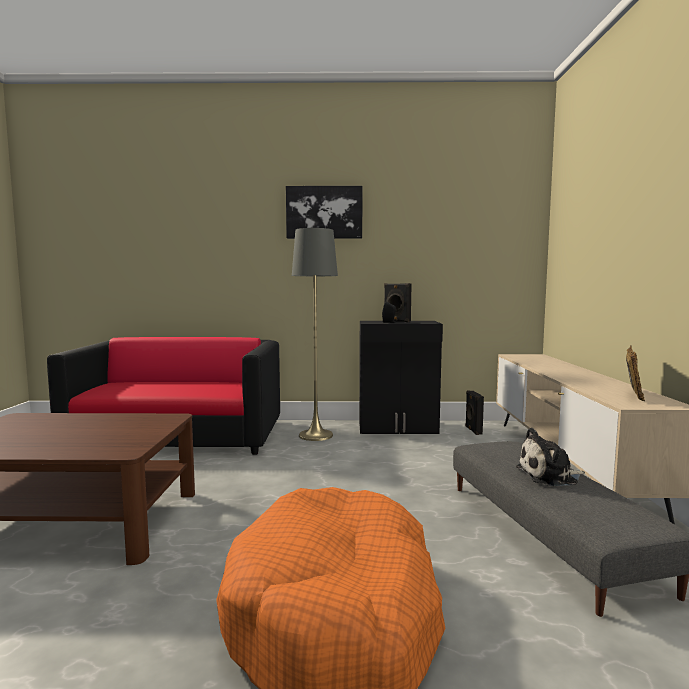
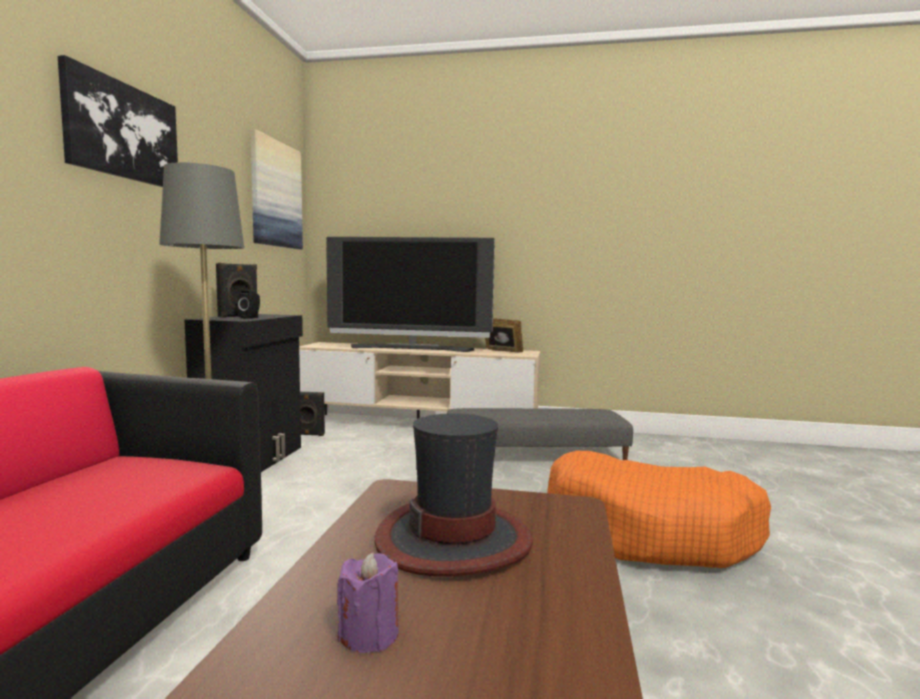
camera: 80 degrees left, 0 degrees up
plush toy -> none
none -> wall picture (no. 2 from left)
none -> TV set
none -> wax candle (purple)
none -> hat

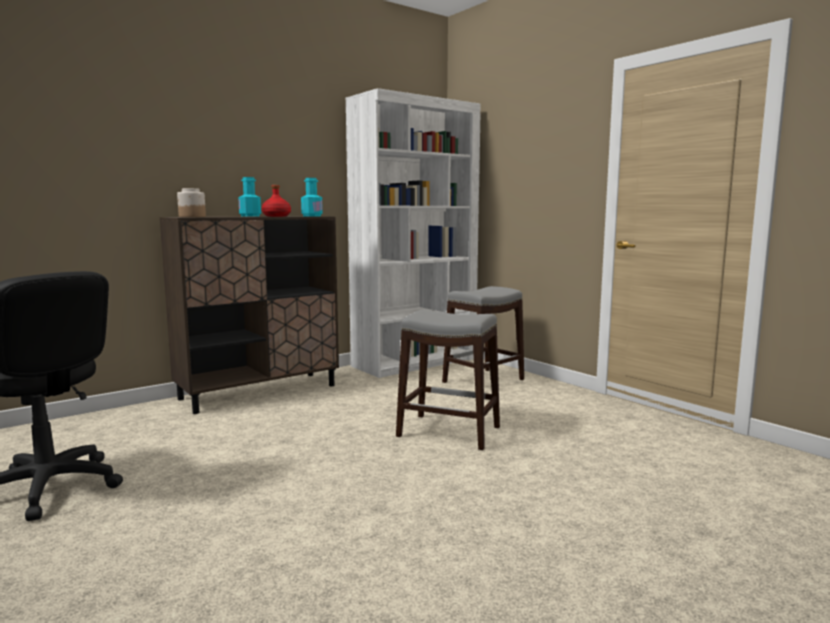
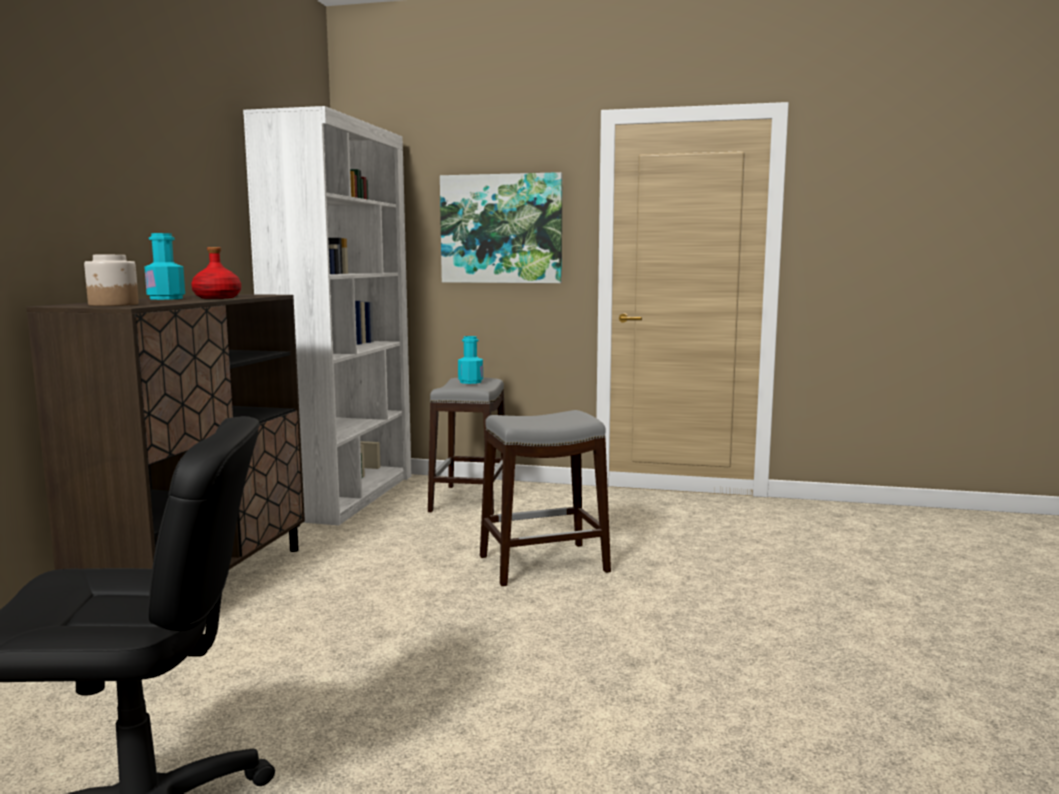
camera: 40 degrees left, 0 degrees up
none -> wall picture
drink bottle (blue-green) (no. 2 from left), shifted

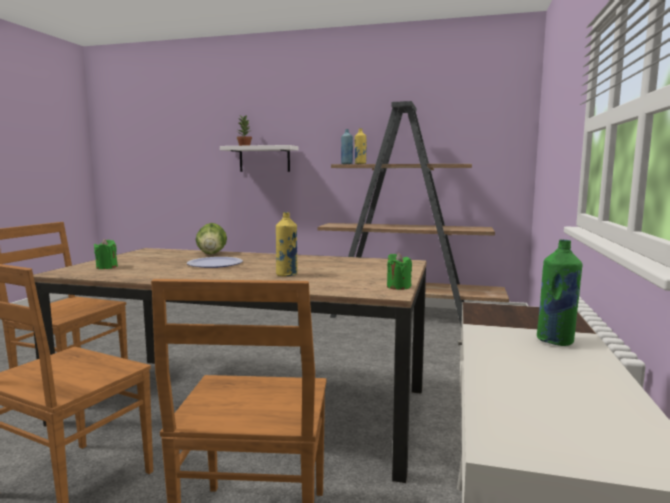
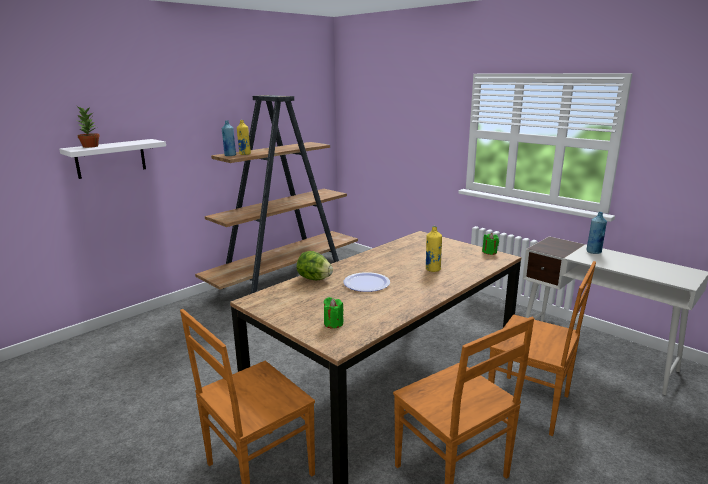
camera: 60 degrees left, 10 degrees up
drink bottle (greenish) -> drink bottle (blue-coloured) (no. 2 from left)

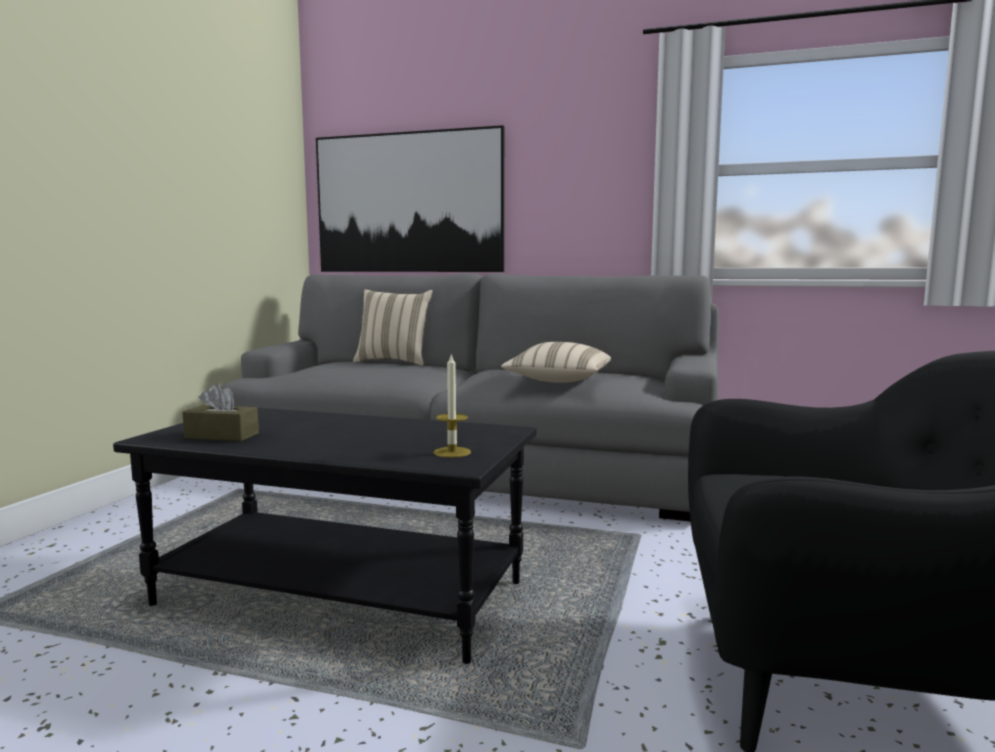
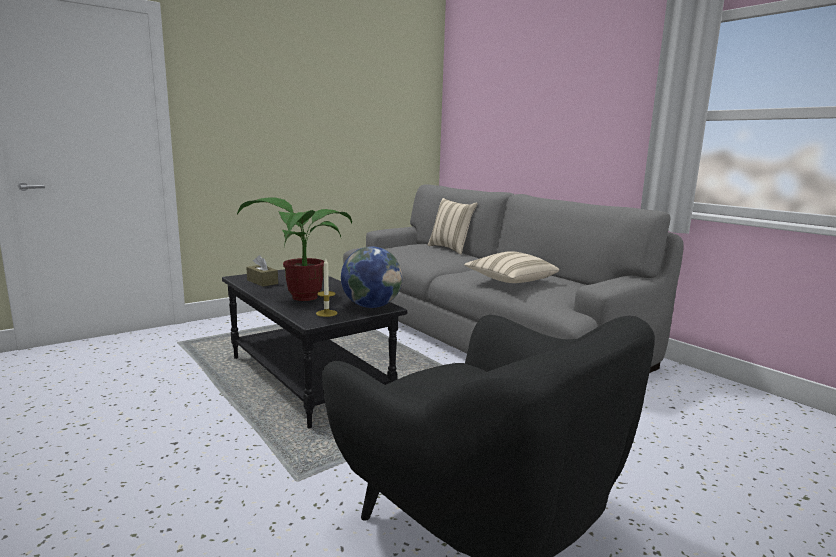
camera: 35 degrees right, 5 degrees up
wall picture -> none
none -> potted plant
none -> globe

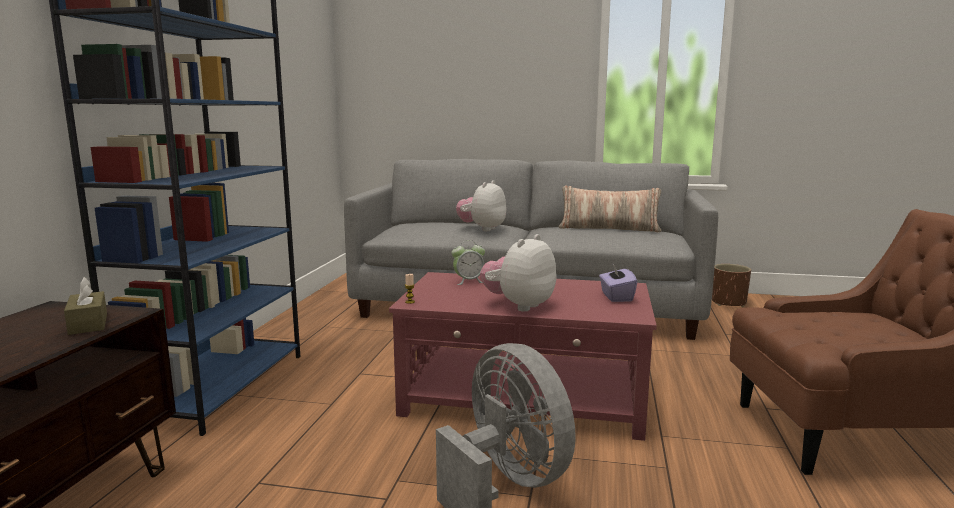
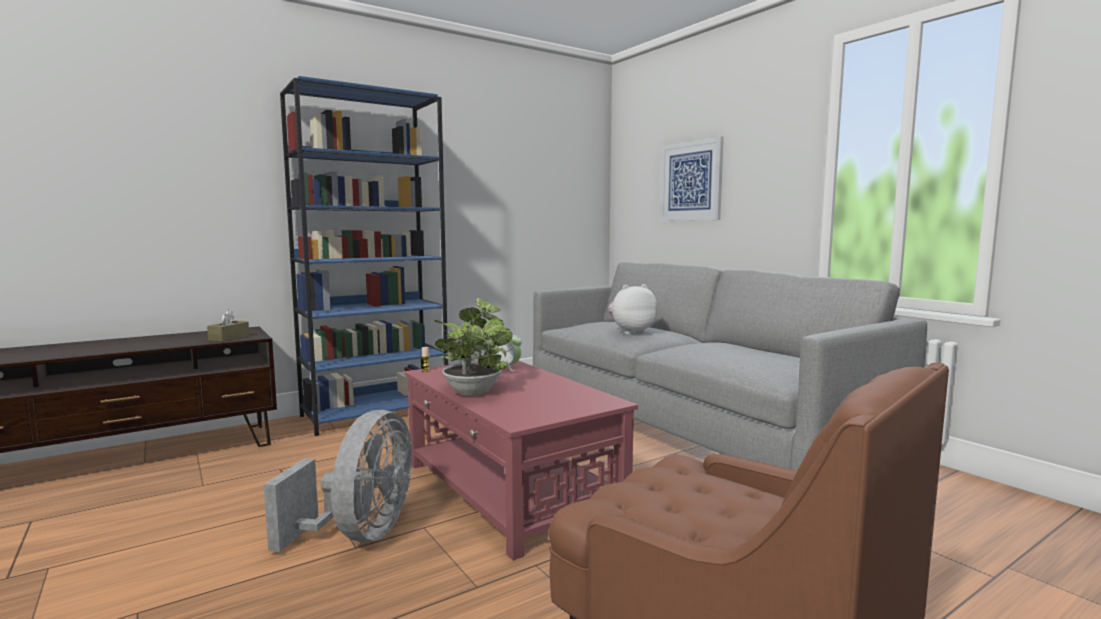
camera: 45 degrees right, 5 degrees down
cushion -> none
tissue holder (purple) -> none
plant pot (brown-coloured) -> none
none -> wall picture
plush toy (no. 2 from left) -> potted plant

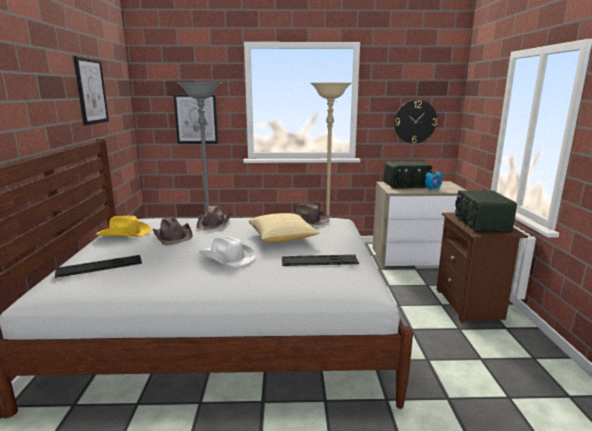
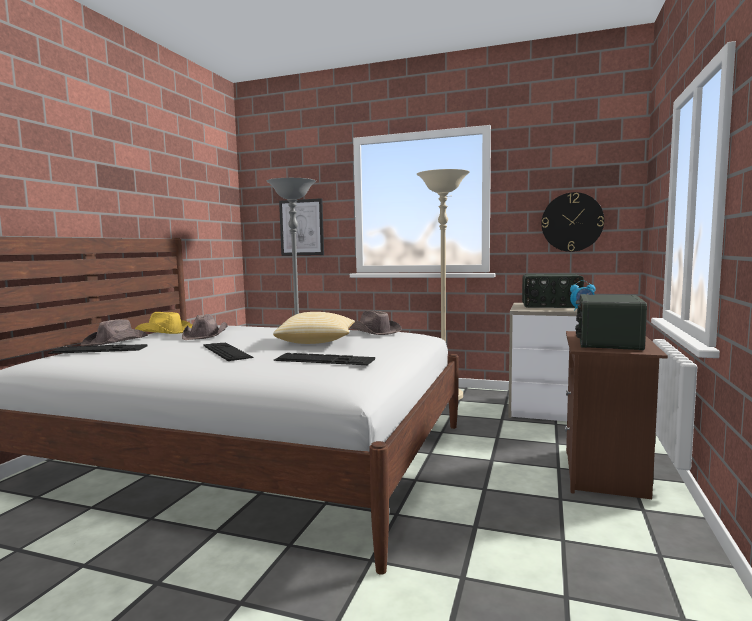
camera: 20 degrees right, 10 degrees down
wall picture (no. 1 from left) -> none
hat (brown-coloured) (no. 2 from left in the first image) -> hat (brown-coloured) (no. 1 from left), shifted
hat (white) -> PC keyboard (no. 2 from left)

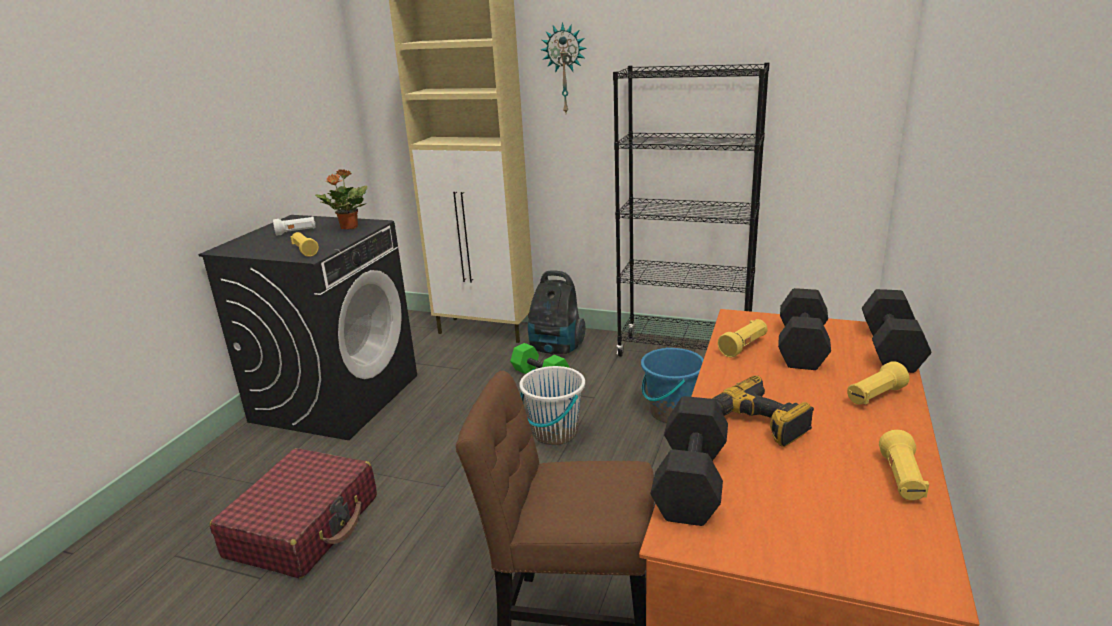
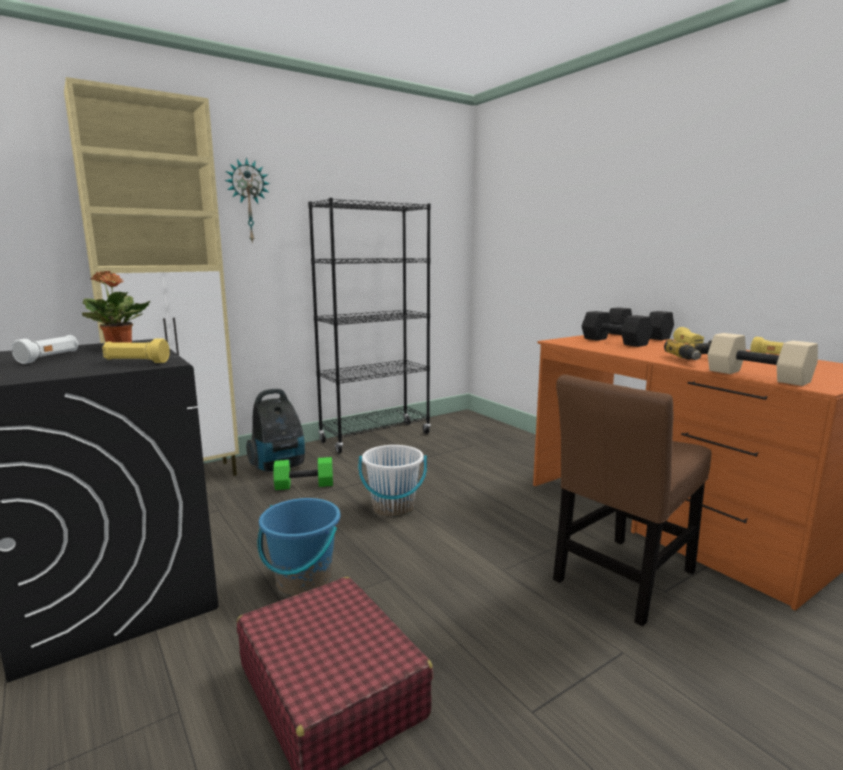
camera: 55 degrees left, 10 degrees down
hand torch (yellow-coloured) (no. 2 from left) -> none
bucket (blue-coloured), shifted
hand weight (black-coloured) (no. 1 from left) -> hand weight (beige-coloured)

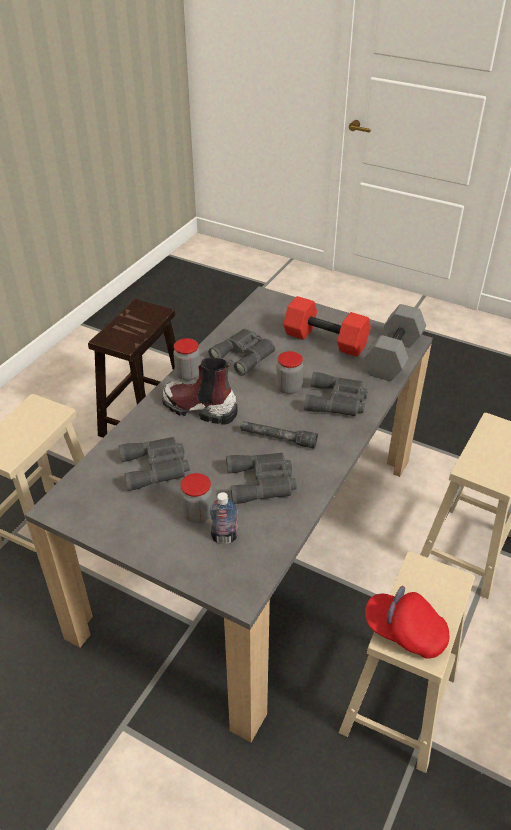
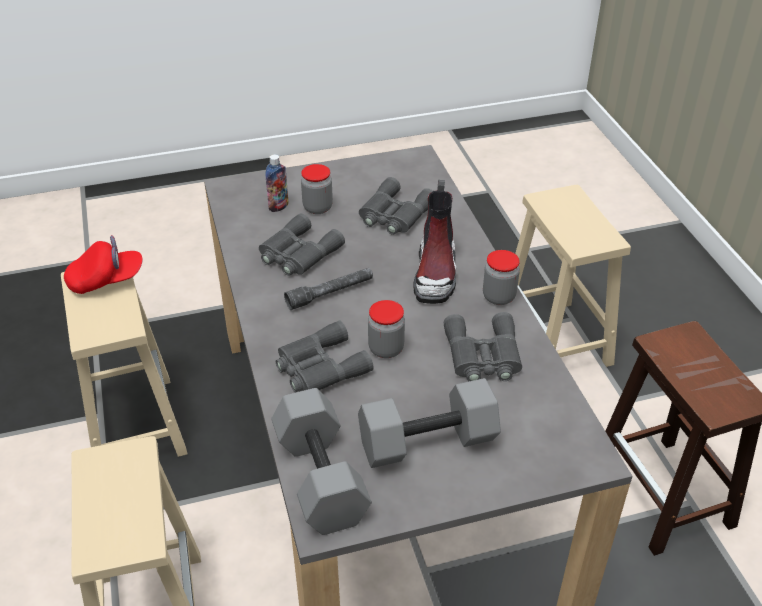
camera: 135 degrees right, 0 degrees up
hand weight (red-coloured) -> hand weight (gray) (no. 2 from left)
high-top boot, 120 degrees clockwise

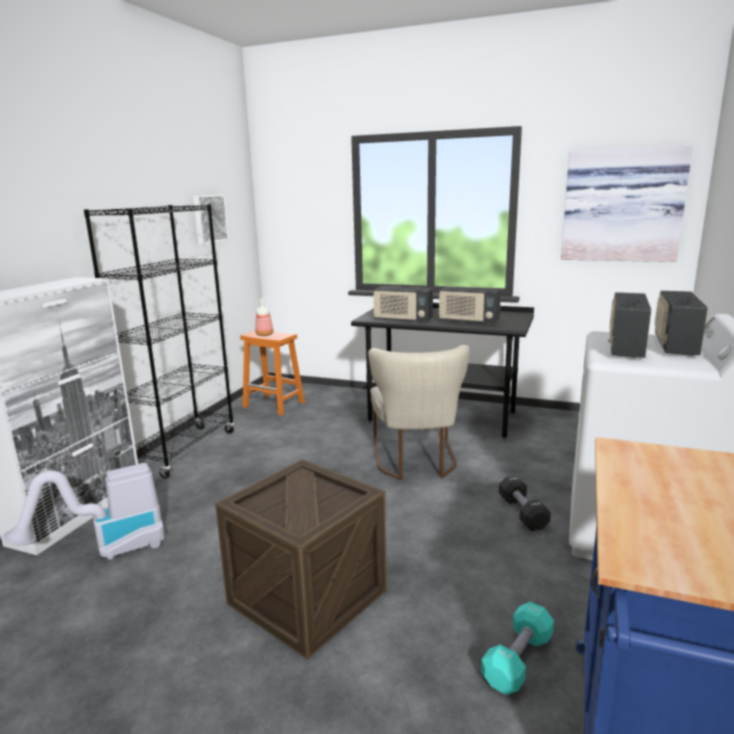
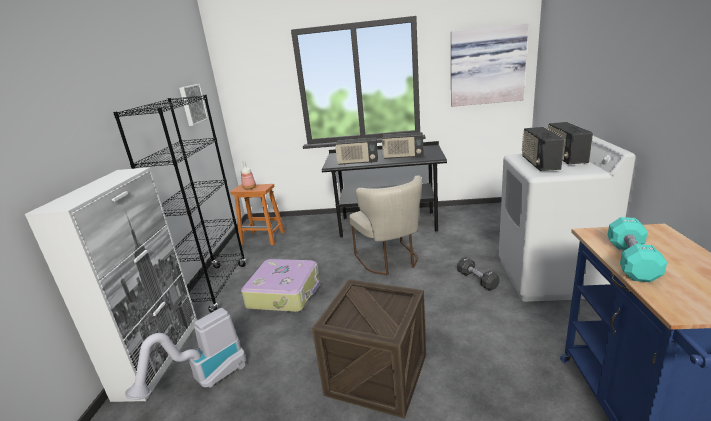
camera: 15 degrees left, 5 degrees up
none -> travel case
hand weight (blue-green), shifted

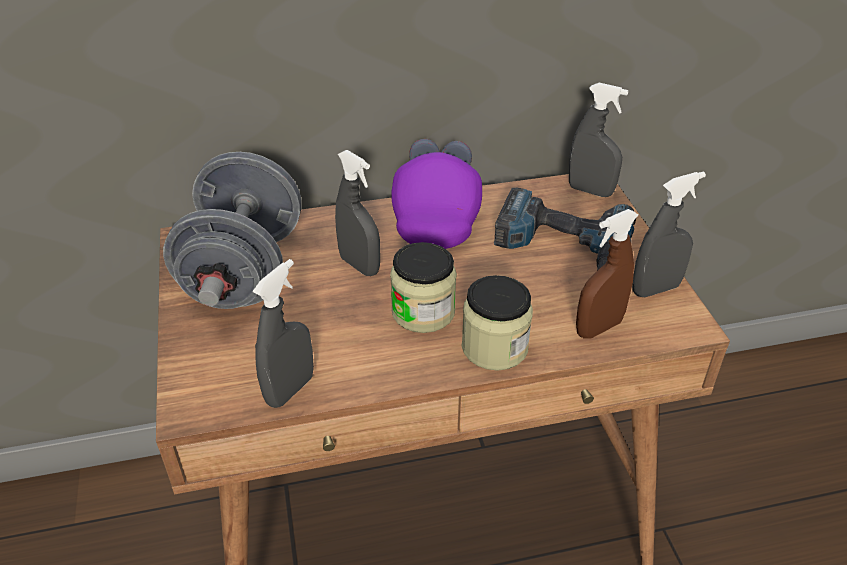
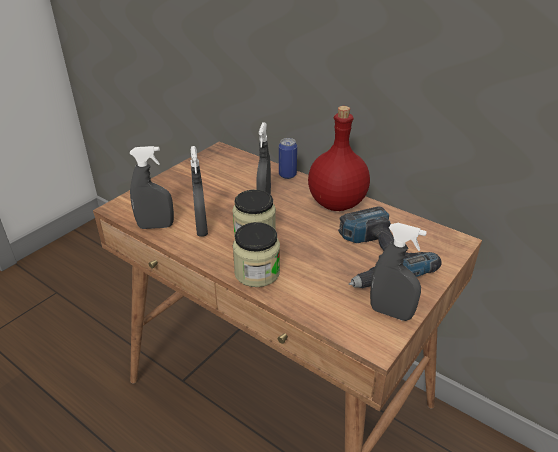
camera: 50 degrees right, 5 degrees down
hand weight (gray) -> none
hand sprayer (brown-coloured) -> none
none -> metal can
hand sprayer (gray) (no. 3 from left in the first image) -> hand sprayer (gray) (no. 2 from left), shifted
cap (purple) -> drink bottle (red-coloured)

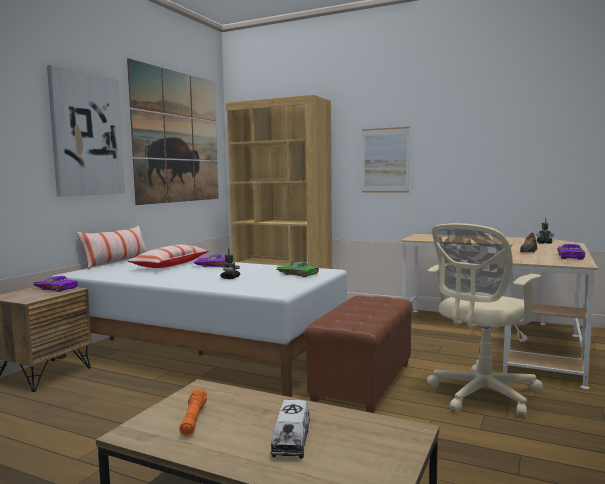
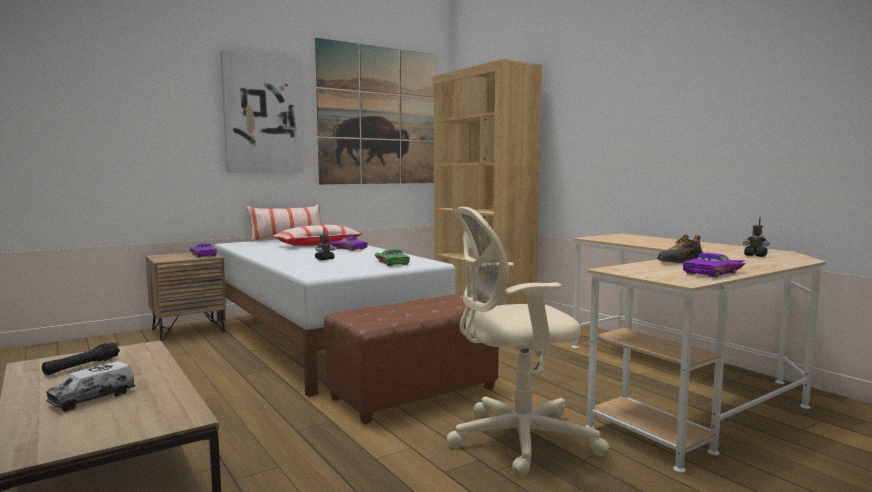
camera: 30 degrees right, 0 degrees up
wall picture (no. 3 from left) -> none
hand torch (orange-coloured) -> hand torch (black-coloured)

